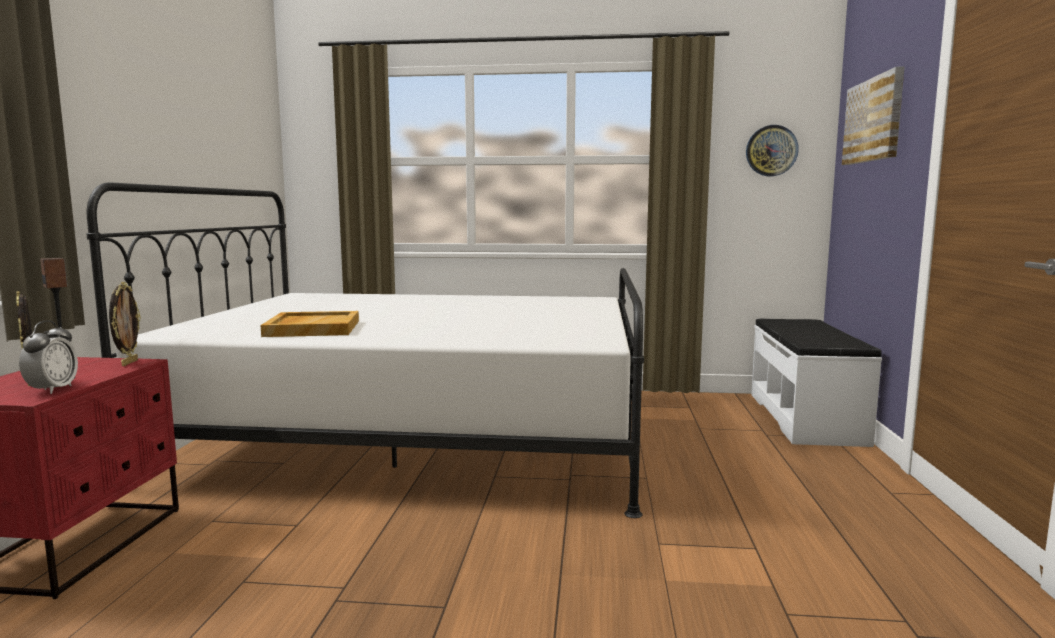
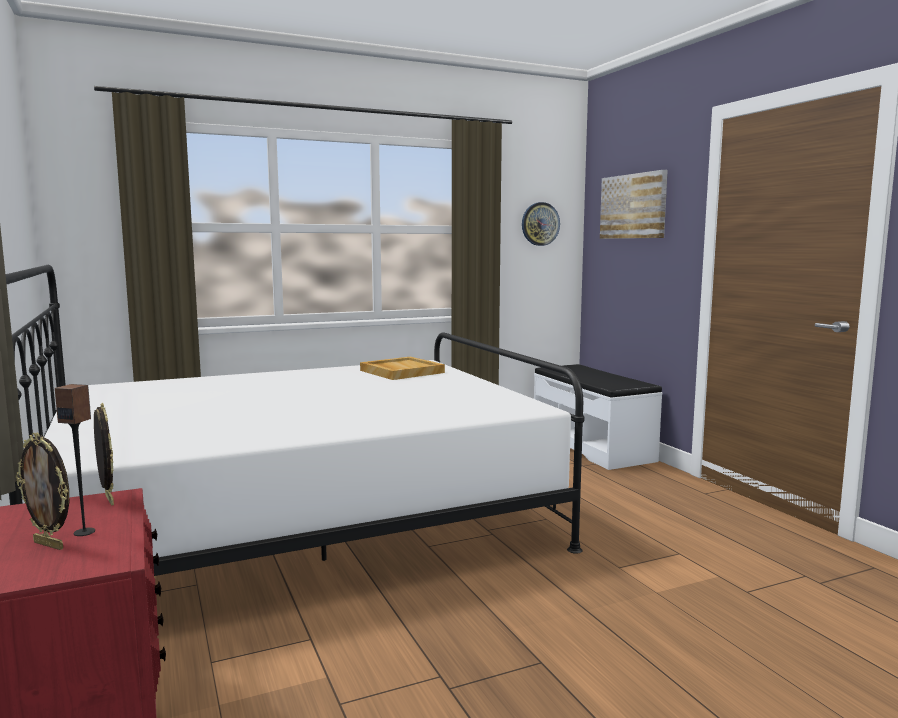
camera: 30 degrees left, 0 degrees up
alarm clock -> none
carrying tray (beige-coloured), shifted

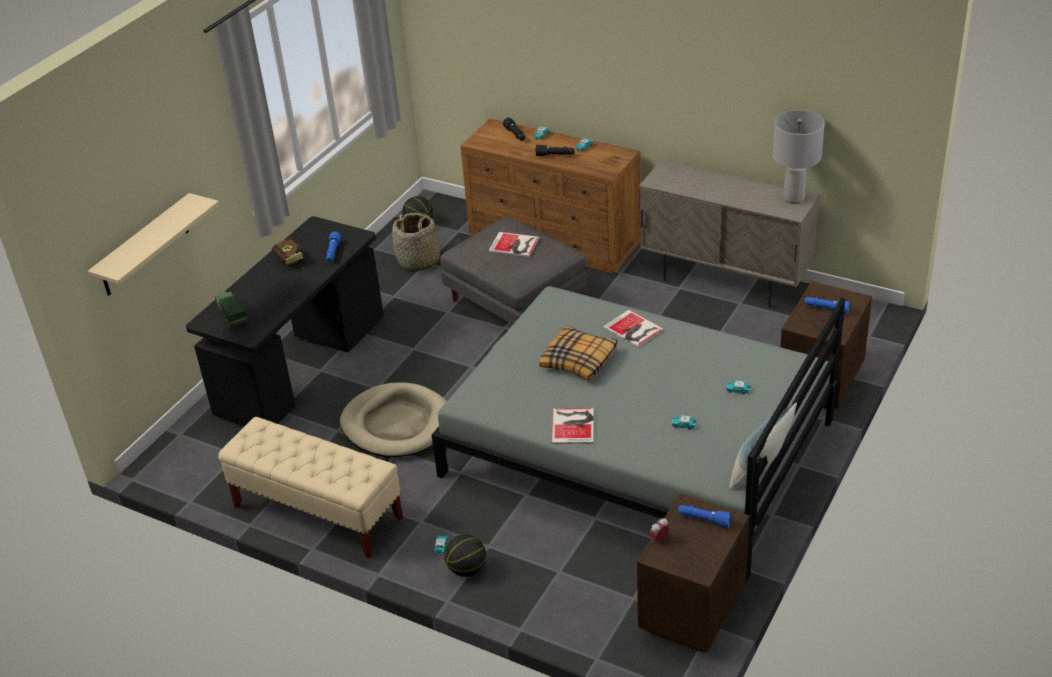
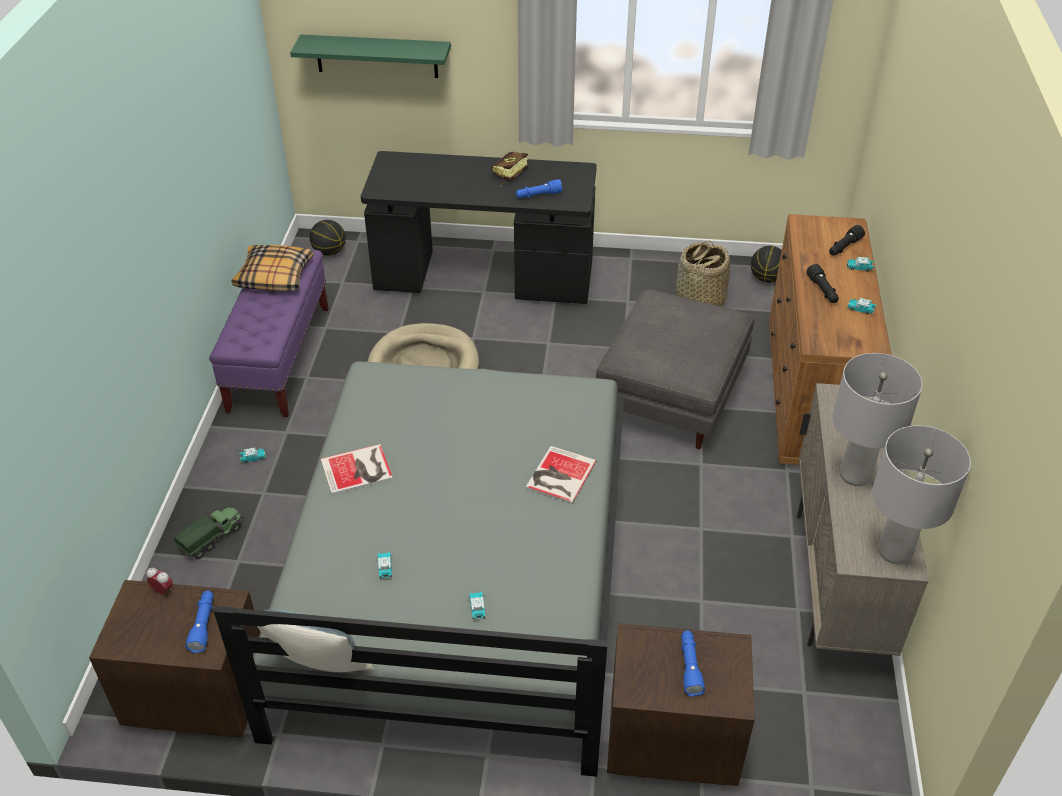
camera: 65 degrees right, 5 degrees up
book (no. 2 from left) -> none
none -> tabletop lamp (gray) (no. 1 from left)
toy truck, shifted
basketball ball (no. 2 from left in the first image) -> basketball ball (no. 1 from left), shifted
cushion (no. 1 from left), shifted
bracket shelf (beige-coloured) -> bracket shelf (greenish)
bench (beige-coloured) -> bench (purple)

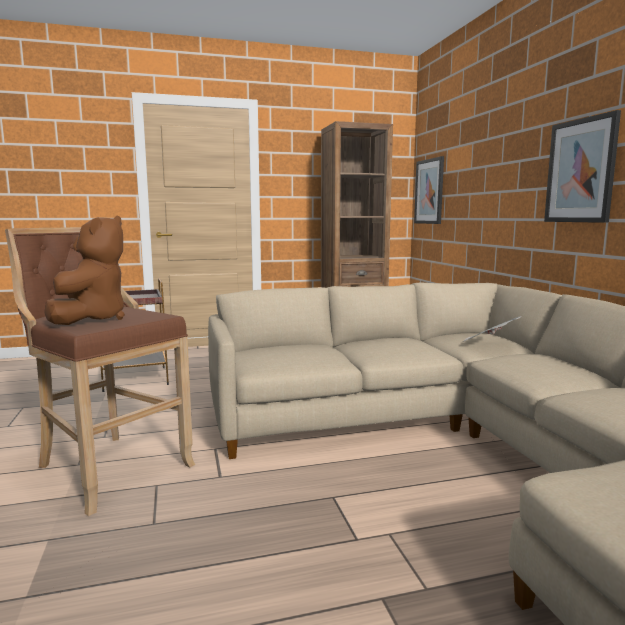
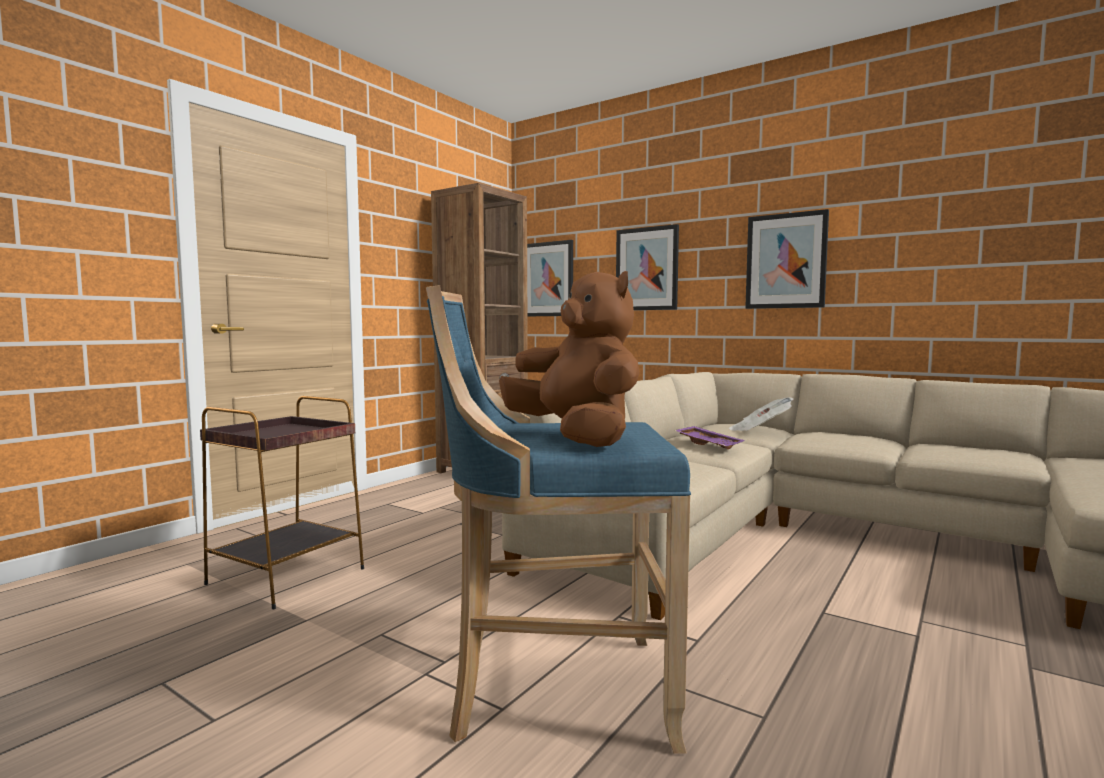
camera: 40 degrees left, 5 degrees down
none -> wall picture (no. 2 from left)
none -> carrying tray (purple)
stool (brown-coloured) -> stool (blue-coloured)

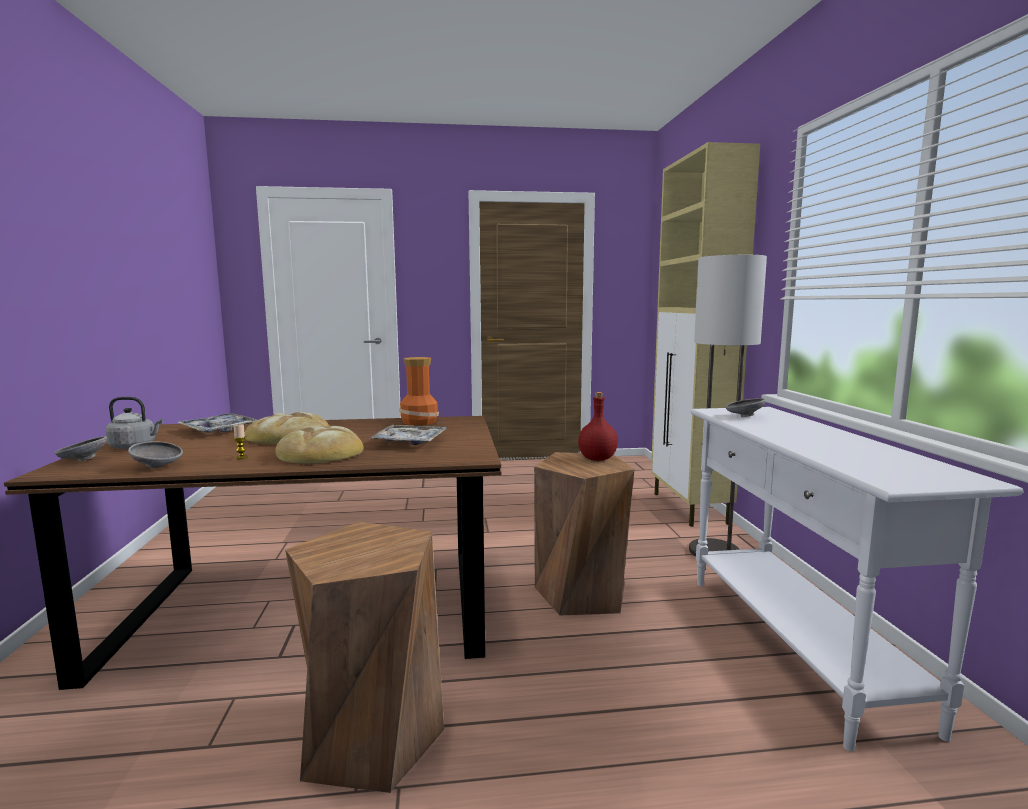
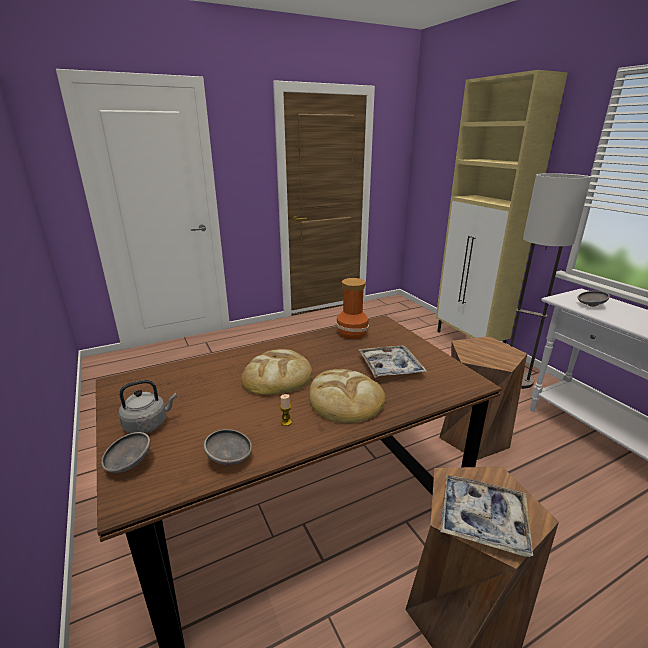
camera: 20 degrees left, 15 degrees up
drink bottle (red-coloured) -> none
carrying tray (no. 1 from left in the first image) -> carrying tray (no. 2 from left), shifted

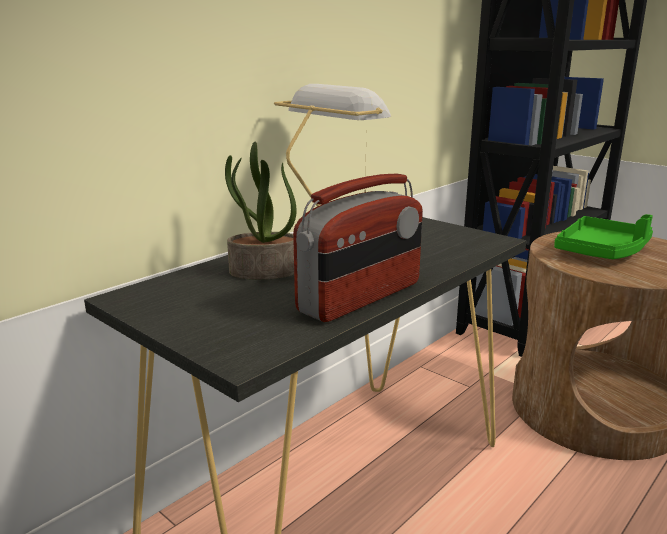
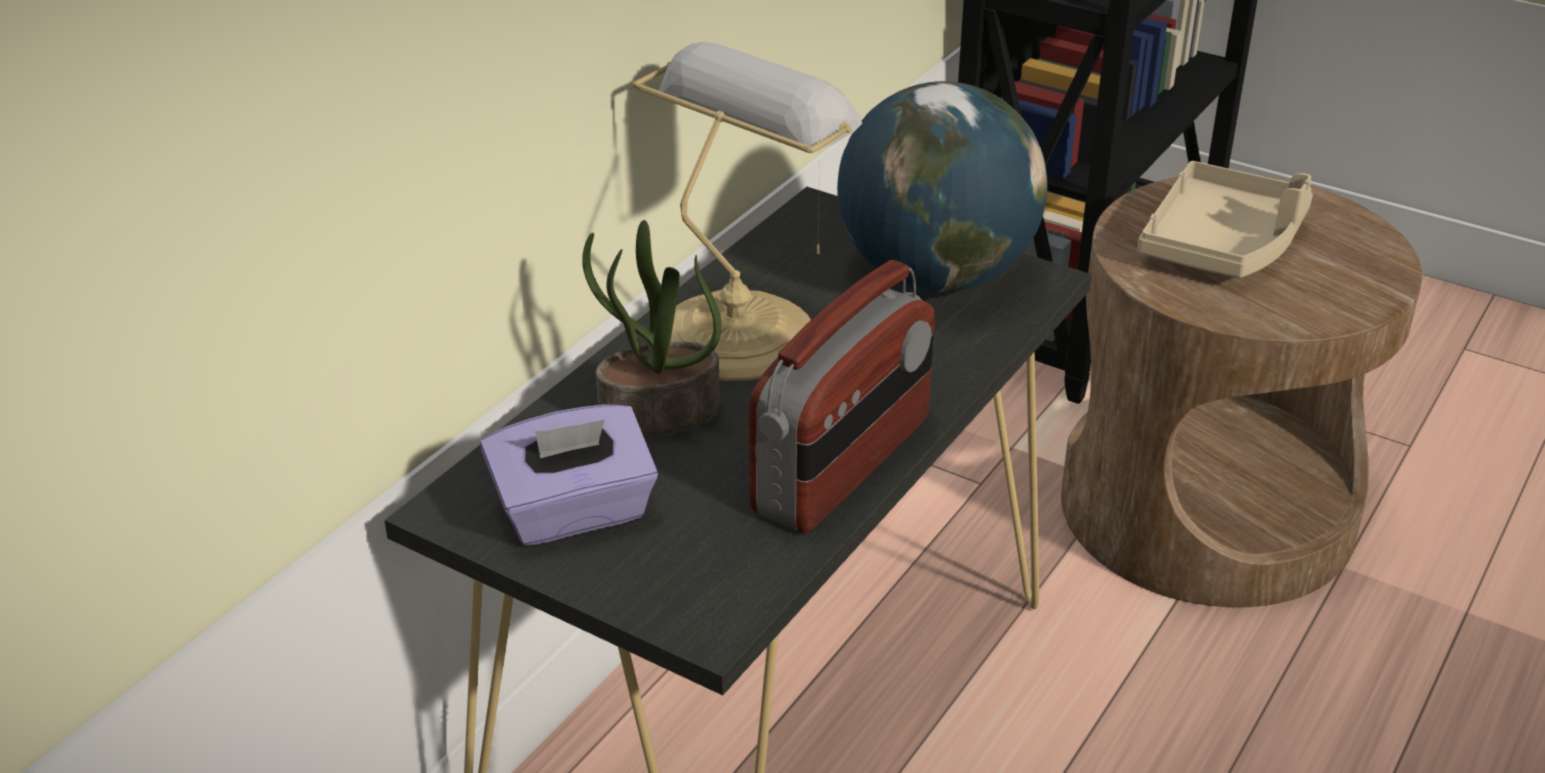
camera: 10 degrees left, 15 degrees up
none -> tissue holder (purple)
none -> globe
carrying tray (greenish) -> carrying tray (beige-coloured)

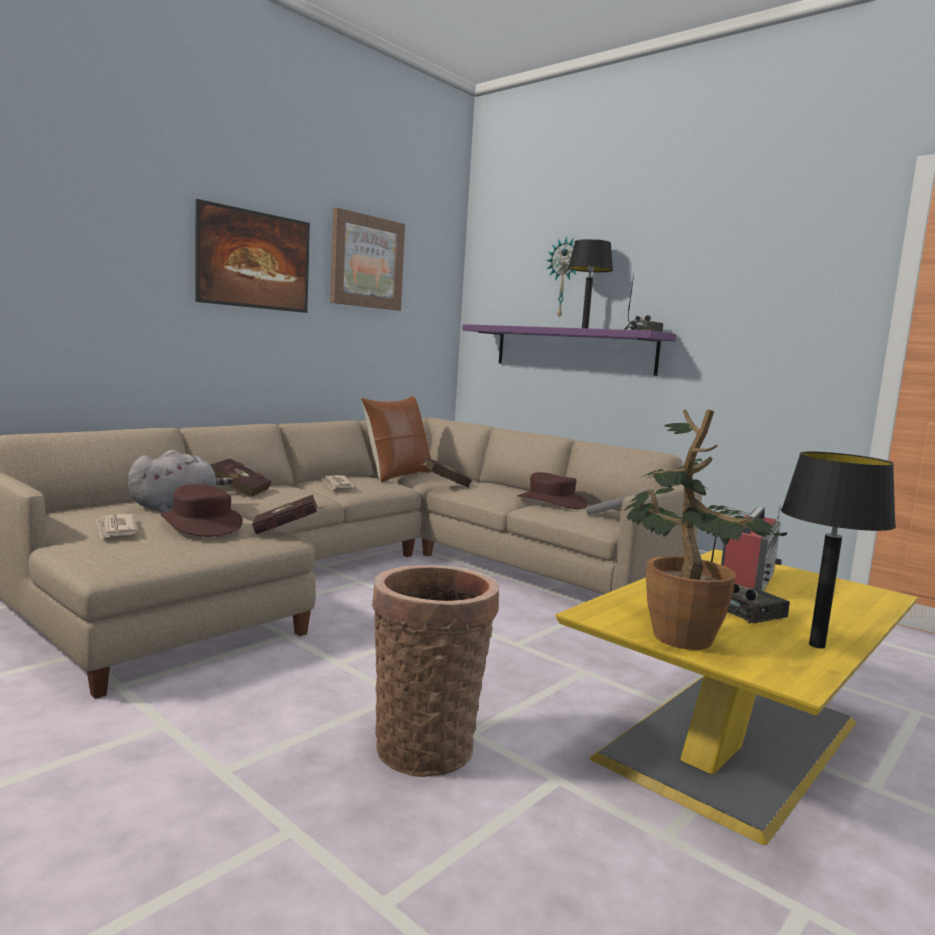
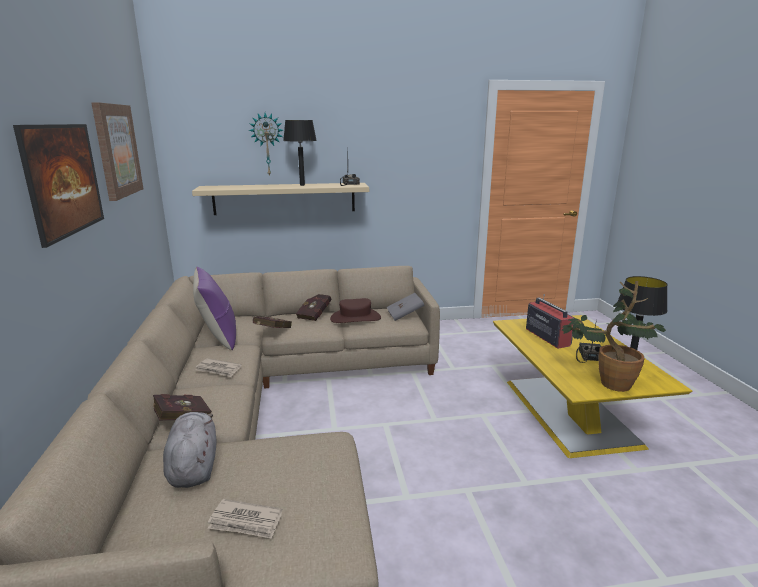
camera: 50 degrees left, 10 degrees up
hat (brown-coloured) (no. 1 from left) -> none
storage basket -> none
book (red-coloured) (no. 2 from left in the first image) -> book (red-coloured) (no. 3 from left), shifted
cushion (brown-coloured) -> cushion (purple)
bracket shelf (purple) -> bracket shelf (beige-coloured)

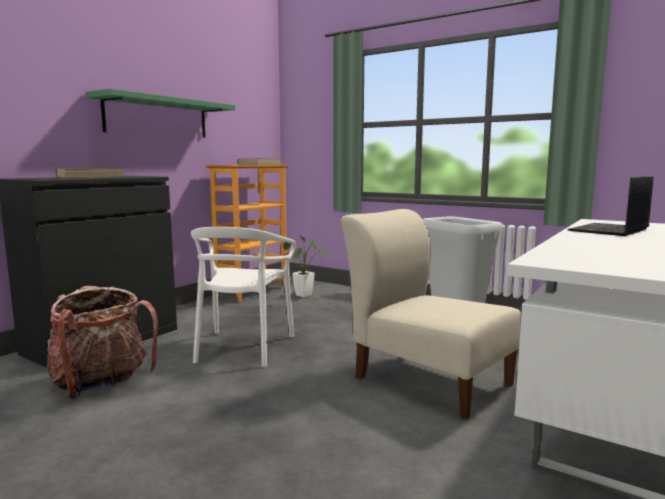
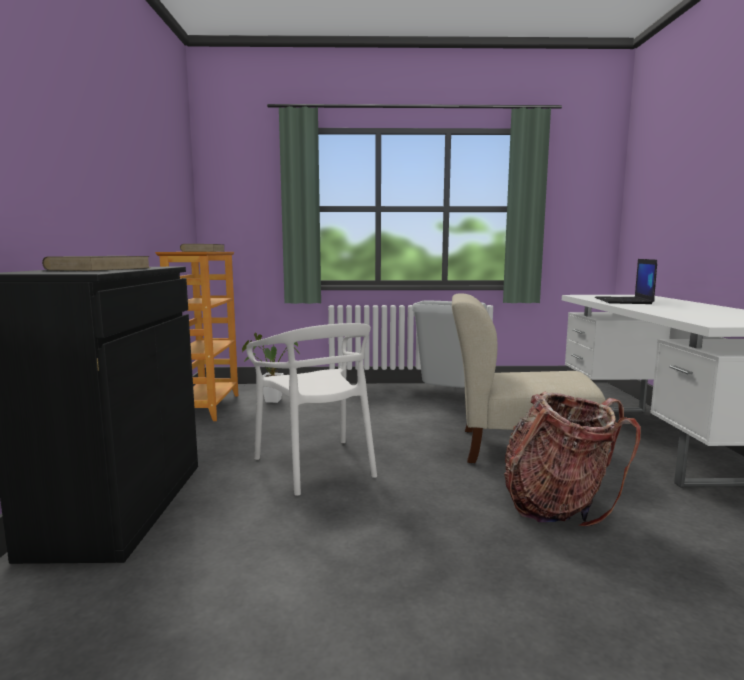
camera: 35 degrees left, 0 degrees up
bracket shelf (greenish) -> none
rucksack, shifted

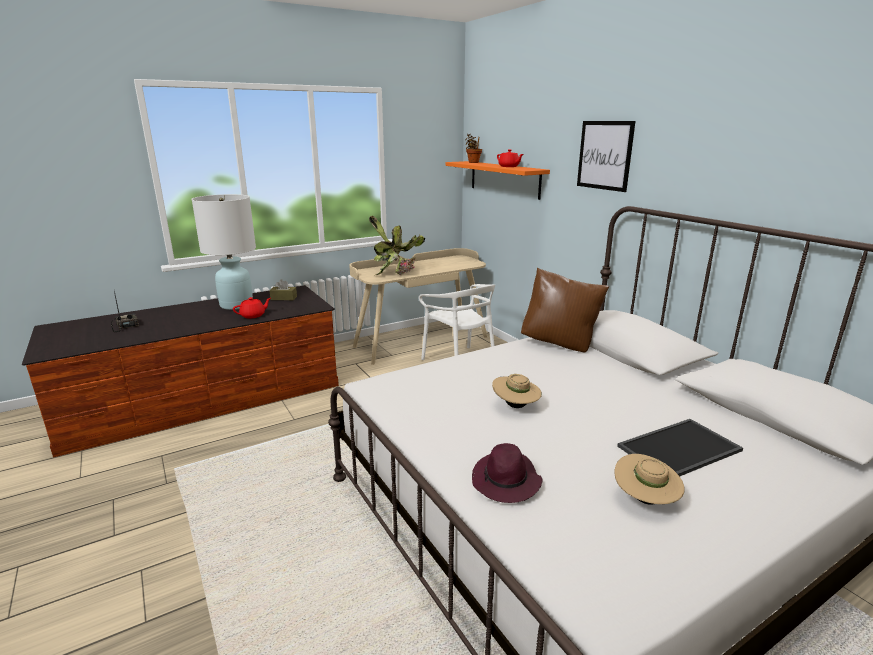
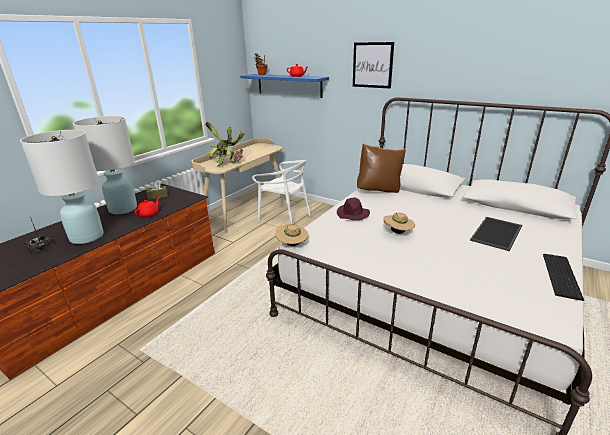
camera: 25 degrees left, 5 degrees up
none -> tabletop lamp (white) (no. 1 from left)
none -> PC keyboard
hat (purple), shifted
hat (beige-coloured) (no. 2 from left in the first image) -> hat (beige-coloured) (no. 1 from left), shifted
bracket shelf (orange-coloured) -> bracket shelf (blue-coloured)

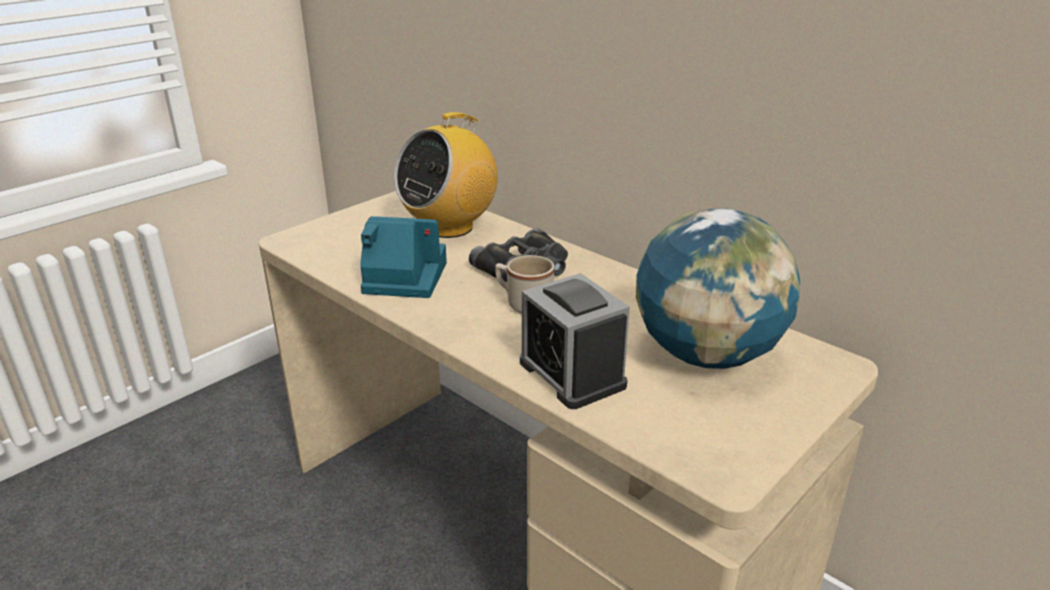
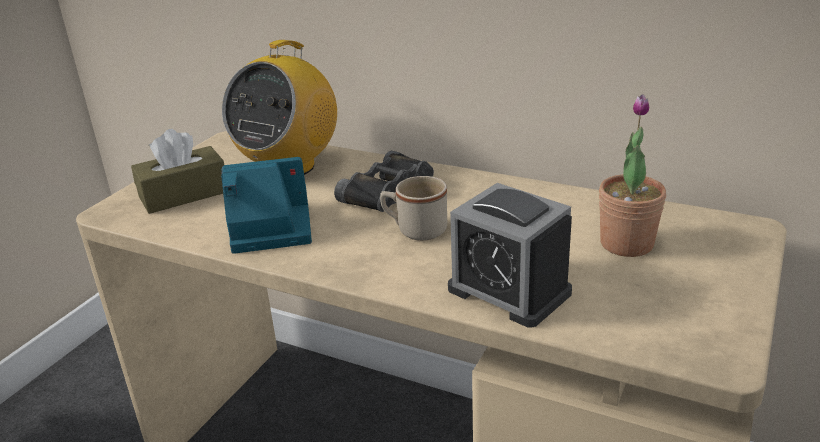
camera: 15 degrees left, 0 degrees up
none -> tissue holder (brown-coloured)
globe -> potted plant

